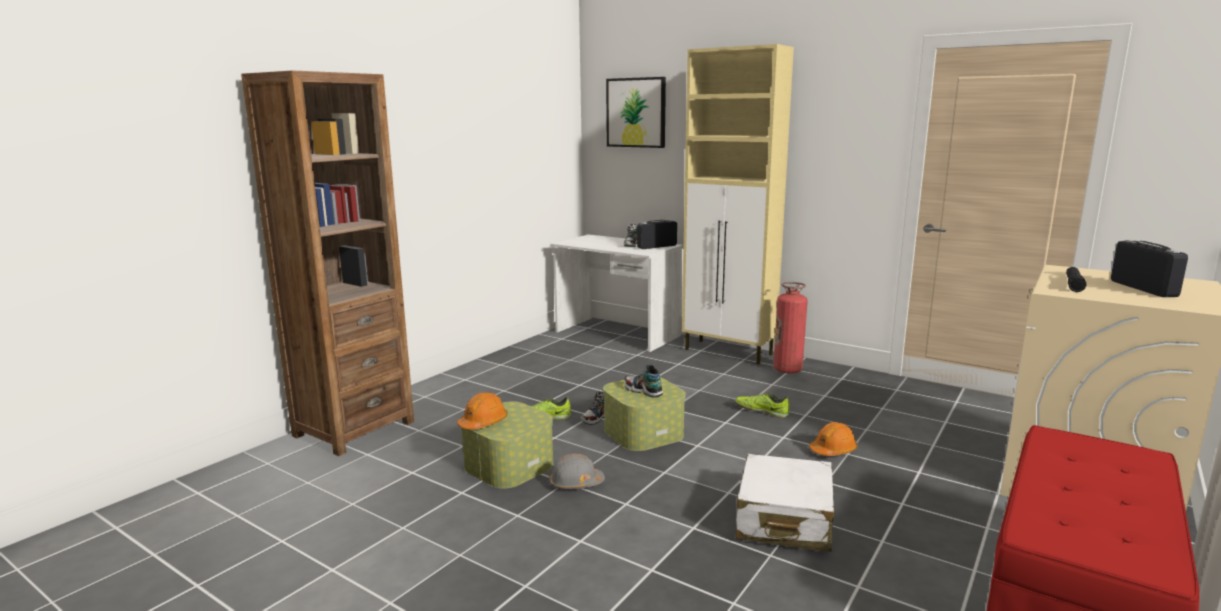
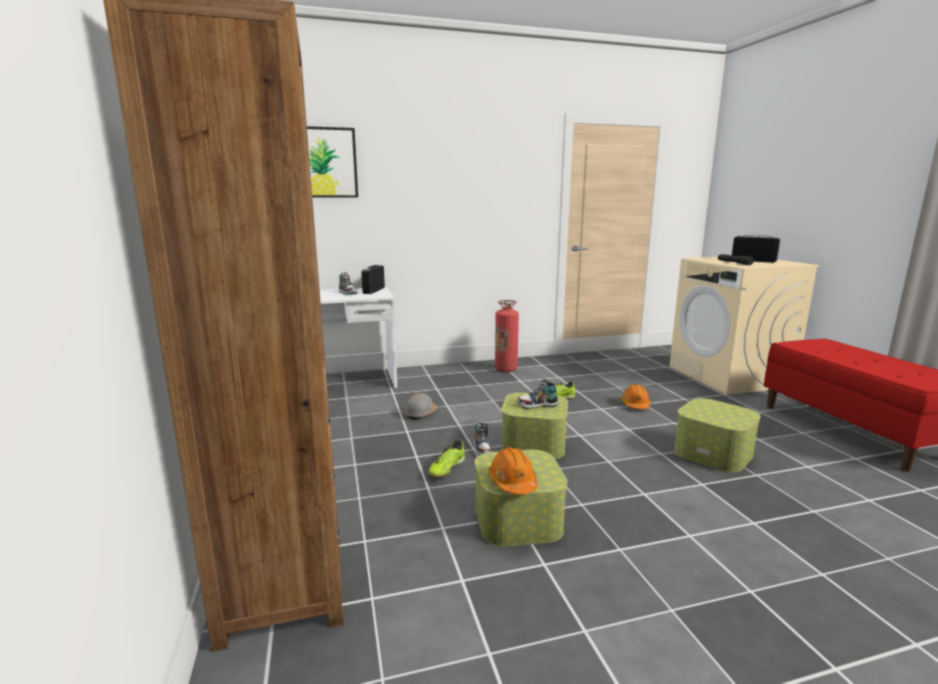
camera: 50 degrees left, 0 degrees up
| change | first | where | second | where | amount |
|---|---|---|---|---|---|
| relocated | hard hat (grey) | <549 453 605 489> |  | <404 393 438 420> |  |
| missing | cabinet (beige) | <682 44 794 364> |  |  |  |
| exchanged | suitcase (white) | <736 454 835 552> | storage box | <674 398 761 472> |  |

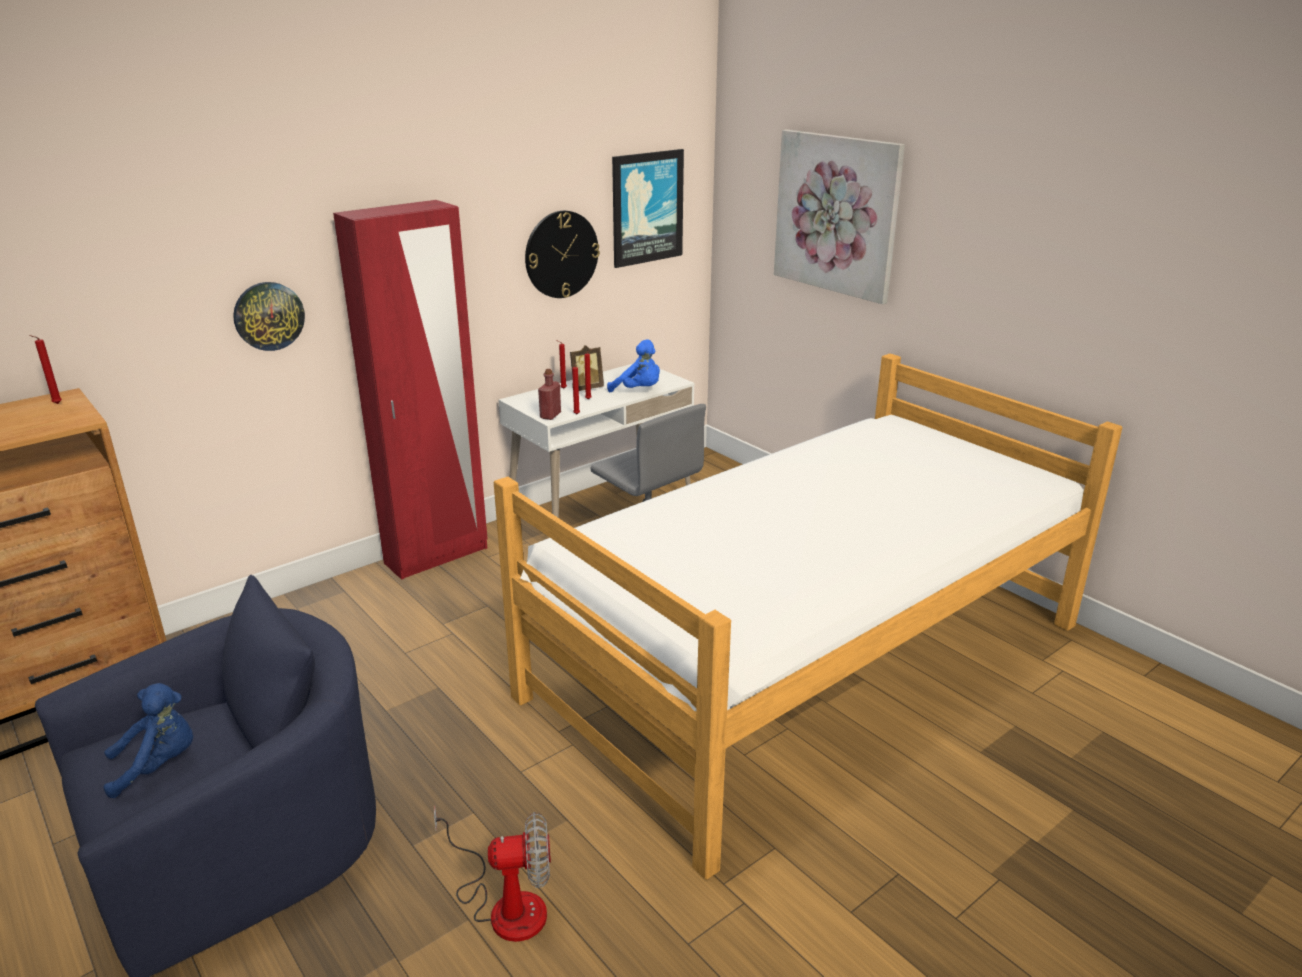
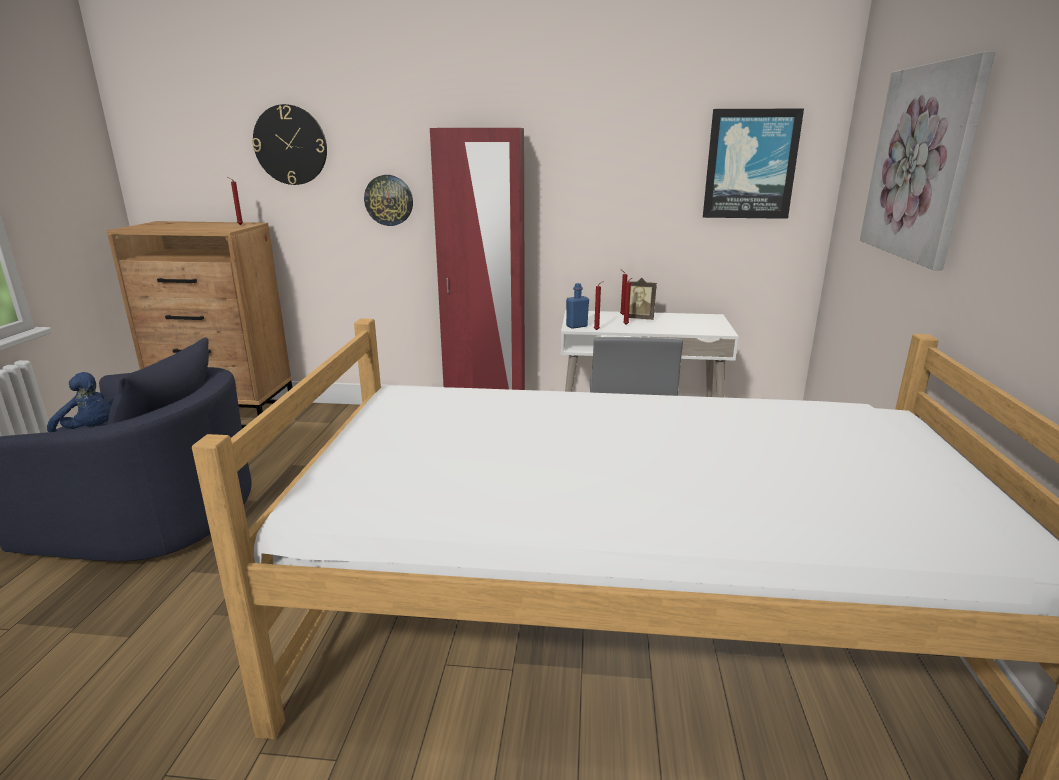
camera: 45 degrees right, 5 degrees down
| change | first | where | second | where | amount |
|---|---|---|---|---|---|
| missing | fan | <434 807 551 942> |  |  |  |
| relocated | wall clock | <525 211 600 298> |  | <252 104 327 185> |  |
| colour | bottle (red) | <538 369 561 420> | bottle (blue) | <566 283 589 329> |  |
| missing | plush toy (blue) | <607 339 660 392> |  |  |  |

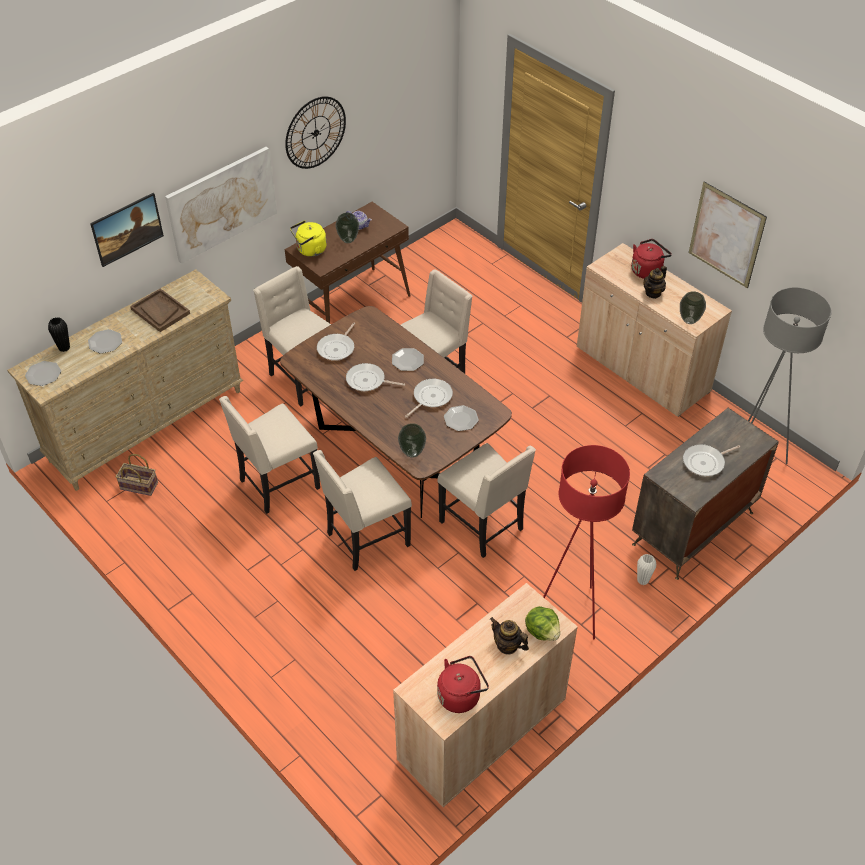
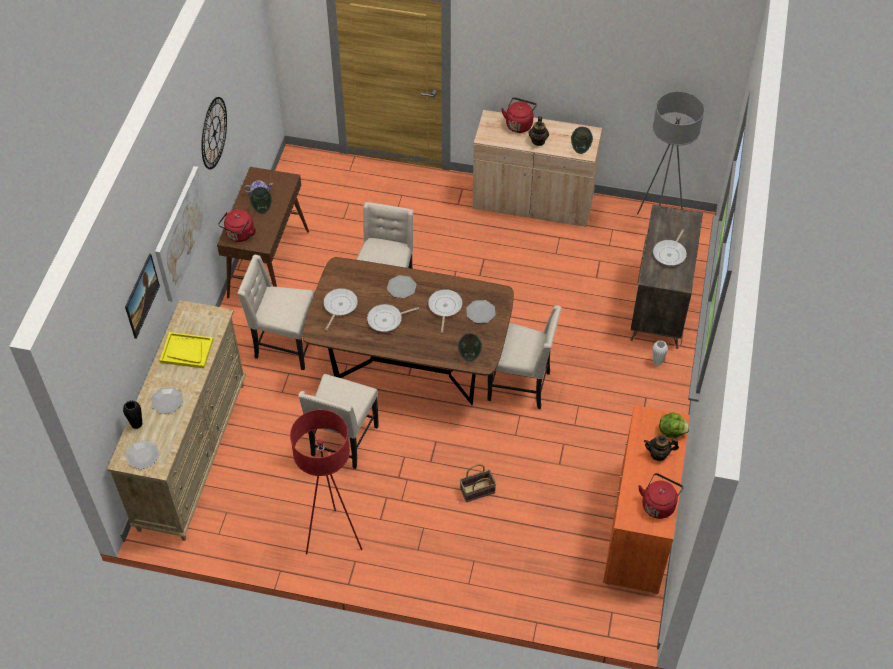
camera: 35 degrees left, 5 degrees up
| change | first | where | second | where | amount |
|---|---|---|---|---|---|
| relocated | basket | <116 454 158 496> |  | <460 464 496 502> |  |
| colour | tray (brown) | <130 288 190 332> | tray (yellow) | <160 332 213 368> |  |
| colour | kettle (yellow) | <290 220 327 257> | kettle (red) | <218 209 256 242> |  |
| missing | chair (beige) | <313 450 412 571> |  |  |  |
| spun | frying pan | <317 322 355 361> |  | <323 288 358 330> | 150 degrees counterclockwise |
| colour | cabinet (beige) | <393 583 578 807> | cabinet (orange) | <603 405 690 594> |  |
| relocated | floor lamp (red) | <543 445 630 639> |  | <290 410 363 554> |  |
| missing | picture | <689 182 767 288> |  |  |  |

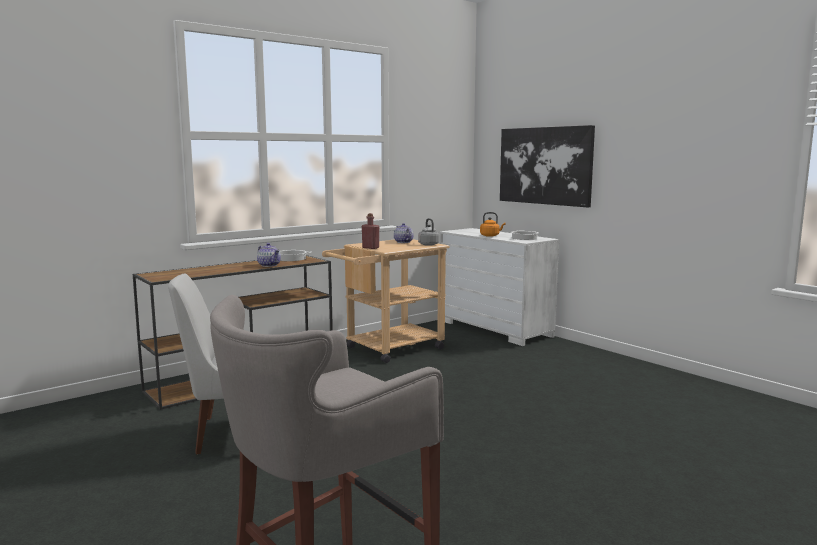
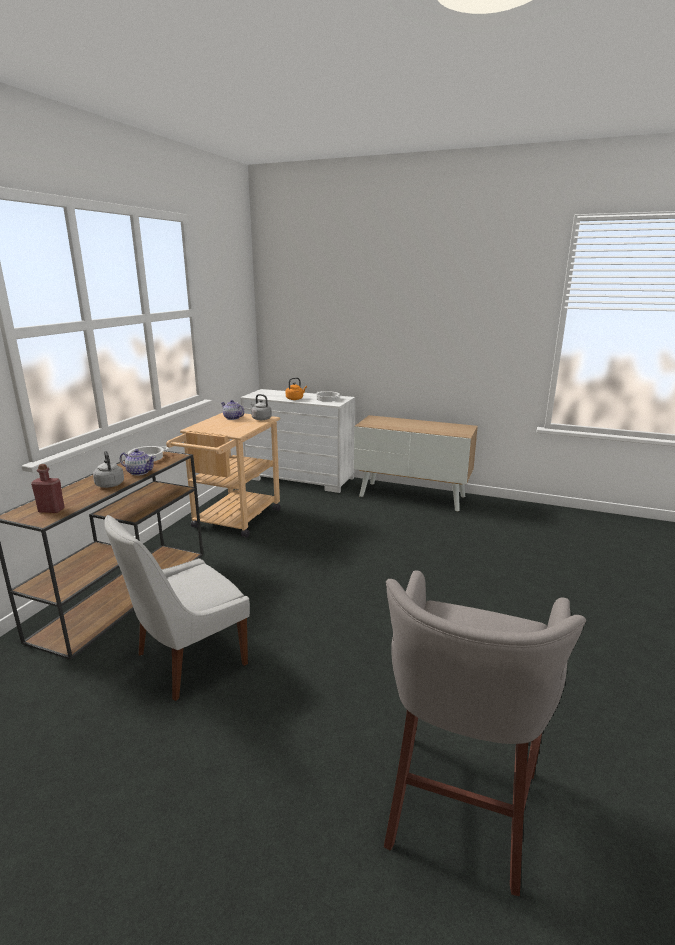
camera: 30 degrees left, 10 degrees up
| change | first | where | second | where | amount |
|---|---|---|---|---|---|
| relocated | bottle (red) | <362 213 379 249> |  | <31 464 65 513> |  |
| missing | picture | <500 125 595 207> |  |  |  |
| appeared |  |  | kettle (grey) | <93 451 124 488> |  |
| appeared |  |  | cabinet | <354 415 478 511> |  |

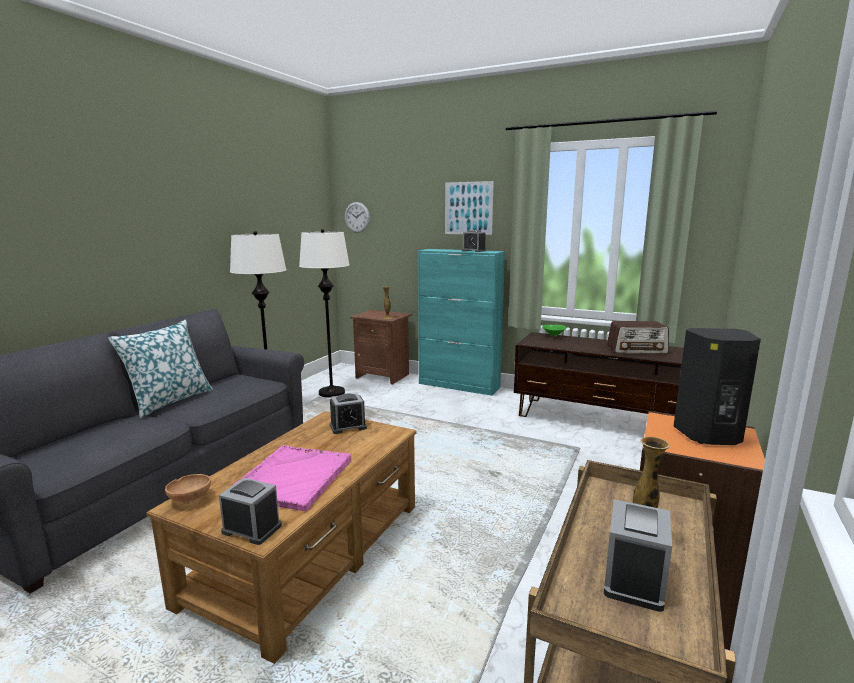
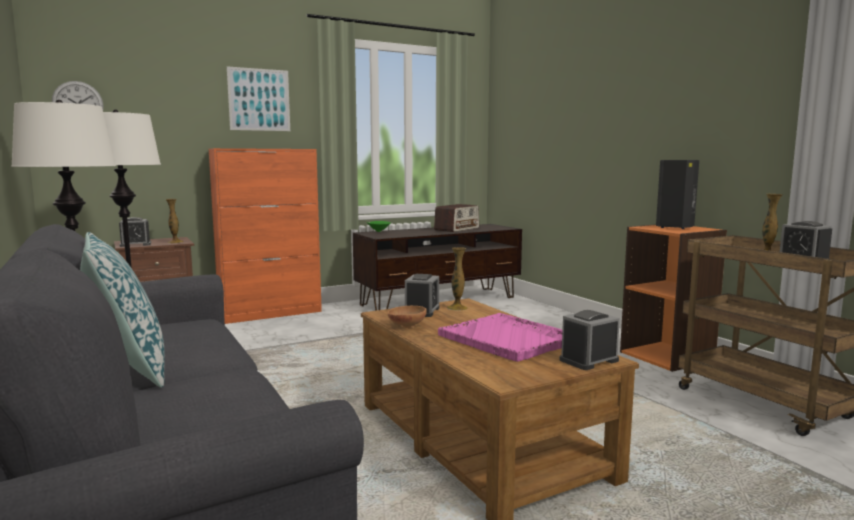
camera: 55 degrees left, 5 degrees down
| change | first | where | second | where | amount |
|---|---|---|---|---|---|
| relocated | bowl (brown) | <165 474 211 504> |  | <387 306 427 328> |  |
| colour | cabinet (turquoise) | <418 249 505 396> | cabinet (orange) | <208 148 322 324> |  |
| relocated | alarm clock | <462 230 486 252> |  | <119 217 151 247> |  |
| appeared |  |  | vase | <447 247 468 311> |  |

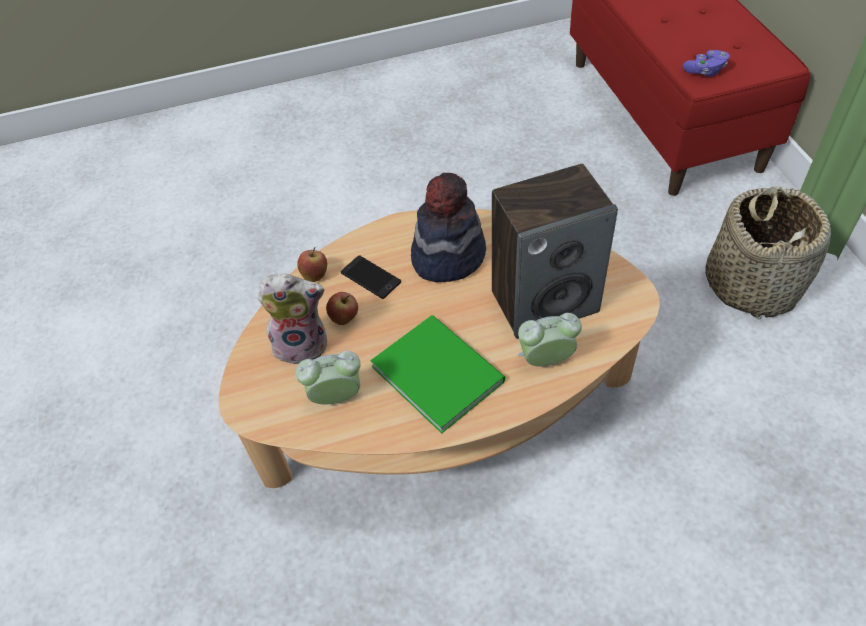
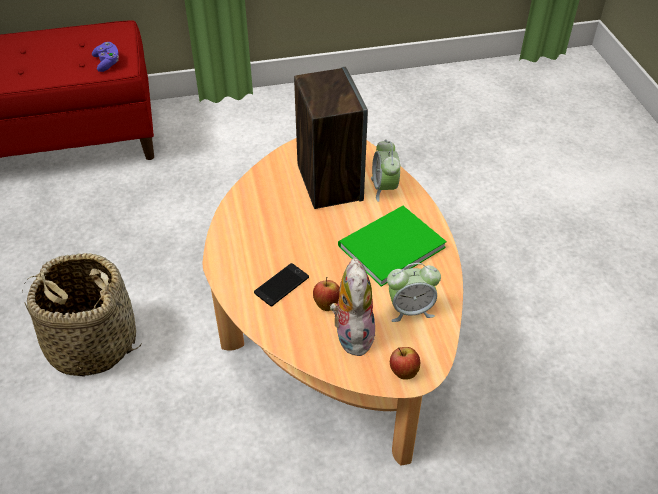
camera: 90 degrees left, 5 degrees down
| change | first | where | second | where | amount |
|---|---|---|---|---|---|
| spun | alarm clock | <295 351 361 405> |  | <387 263 441 322> | 90 degrees counterclockwise |
| relocated | apple | <297 247 327 282> |  | <390 347 420 380> |  |
| missing | hat | <411 173 486 282> |  |  |  |
| relocated | basket | <705 186 831 319> |  | <24 253 141 377> |  |

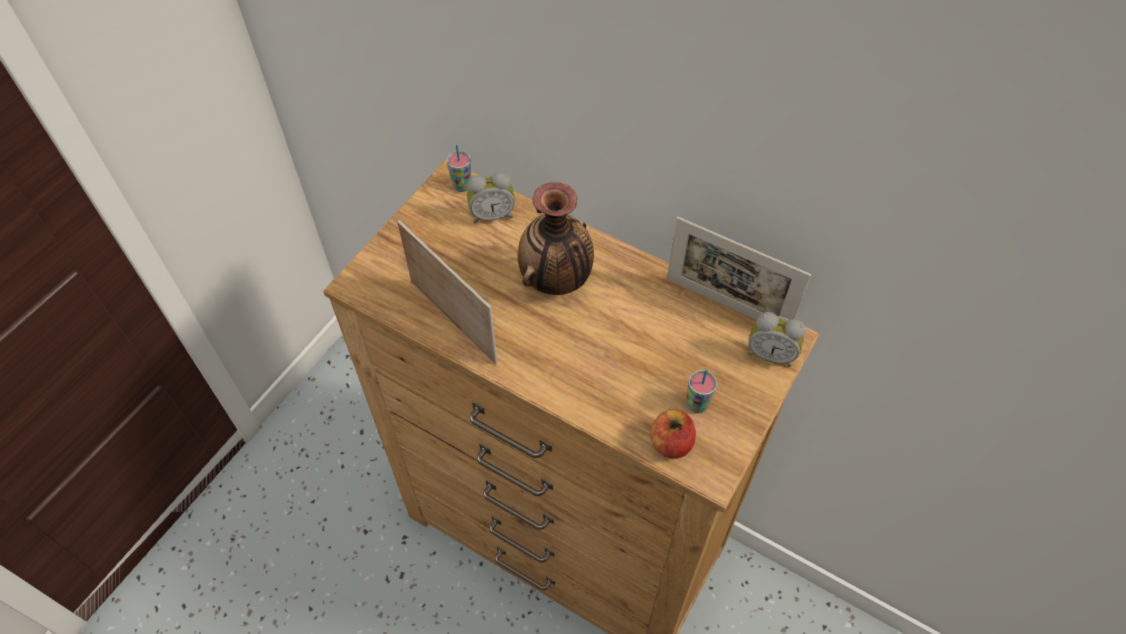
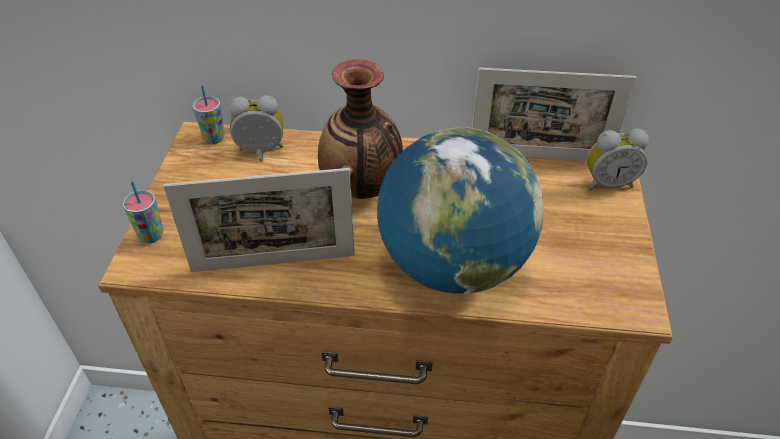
camera: 25 degrees left, 10 degrees down
| change | first | where | second | where | amount |
|---|---|---|---|---|---|
| spun | picture frame | <397 220 497 364> |  | <163 168 355 272> | 150 degrees clockwise |
| spun | alarm clock | <467 172 515 223> |  | <229 95 283 162> | 150 degrees counterclockwise |
| missing | apple | <651 409 696 459> |  |  |  |
| relocated | cup | <686 369 717 413> |  | <123 181 163 243> |  |
| appeared |  |  | globe | <377 127 544 295> |  |

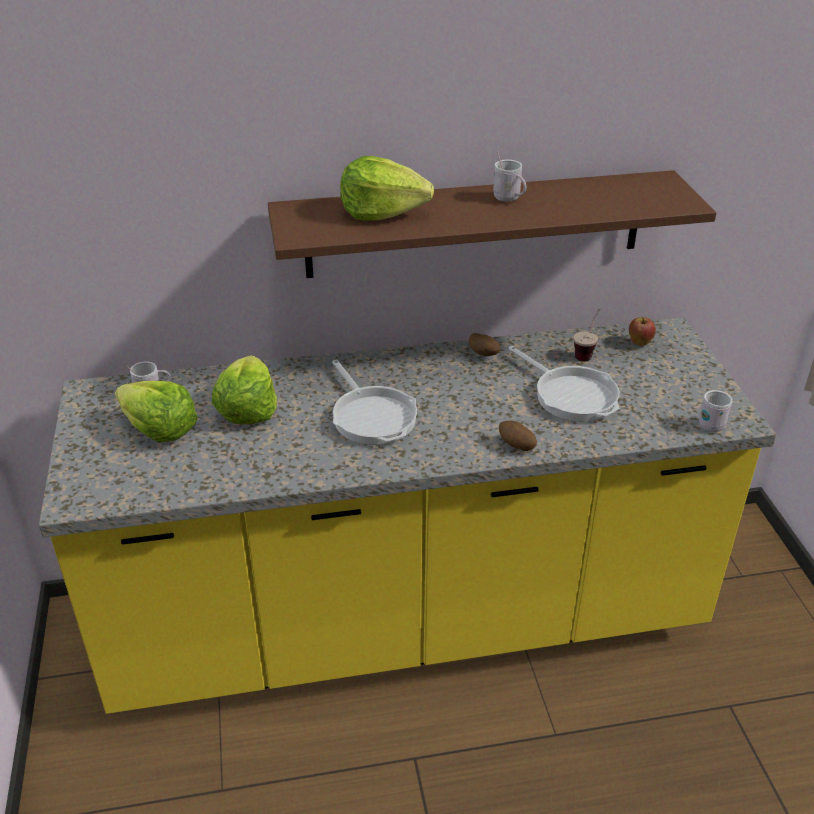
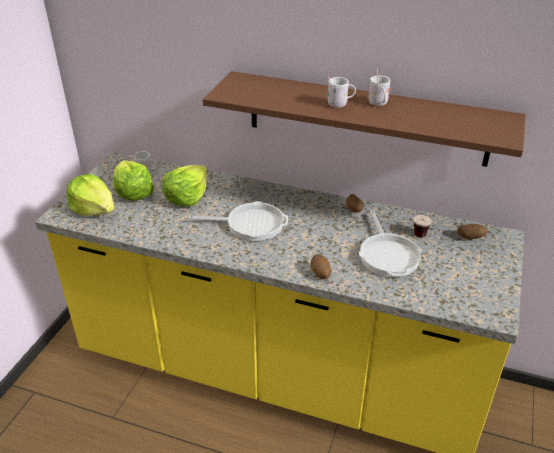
camera: 30 degrees right, 0 degrees up
| change | first | where | second | where | amount |
|---|---|---|---|---|---|
| spun | frying pan | <332 360 417 445> |  | <188 201 288 241> | 90 degrees counterclockwise |
| relocated | lettuce | <340 156 434 221> |  | <66 174 114 216> |  |
| exchanged | apple | <629 317 656 346> | potato | <457 224 488 239> |  |
| relocated | mug (white) | <699 390 733 432> |  | <327 76 356 108> |  |

